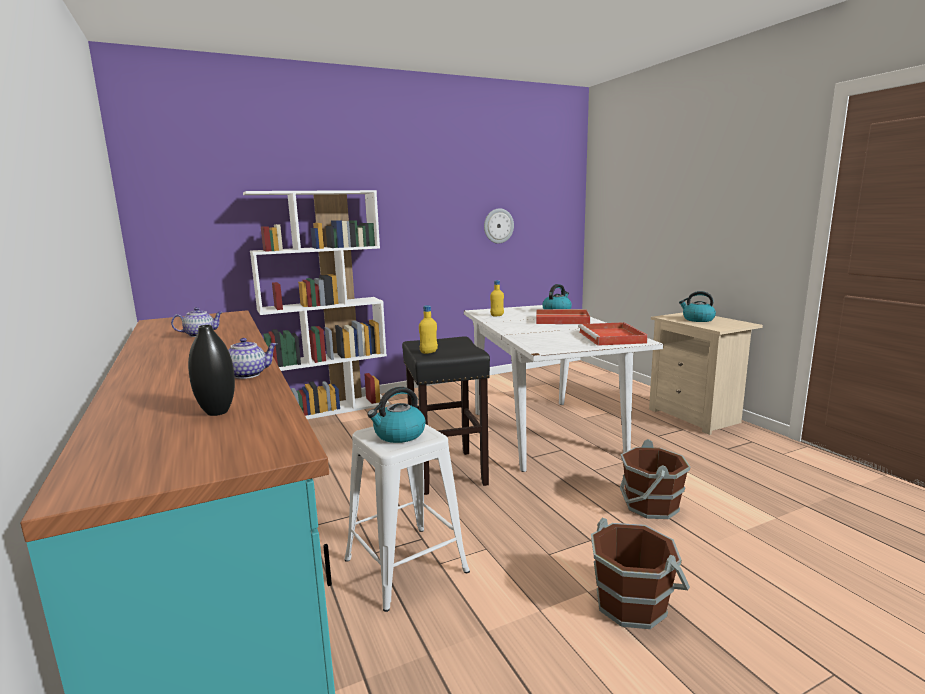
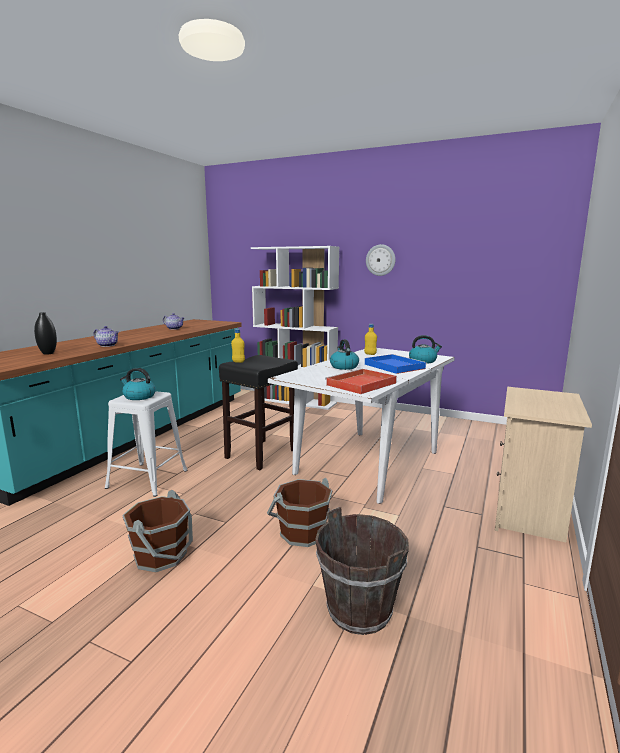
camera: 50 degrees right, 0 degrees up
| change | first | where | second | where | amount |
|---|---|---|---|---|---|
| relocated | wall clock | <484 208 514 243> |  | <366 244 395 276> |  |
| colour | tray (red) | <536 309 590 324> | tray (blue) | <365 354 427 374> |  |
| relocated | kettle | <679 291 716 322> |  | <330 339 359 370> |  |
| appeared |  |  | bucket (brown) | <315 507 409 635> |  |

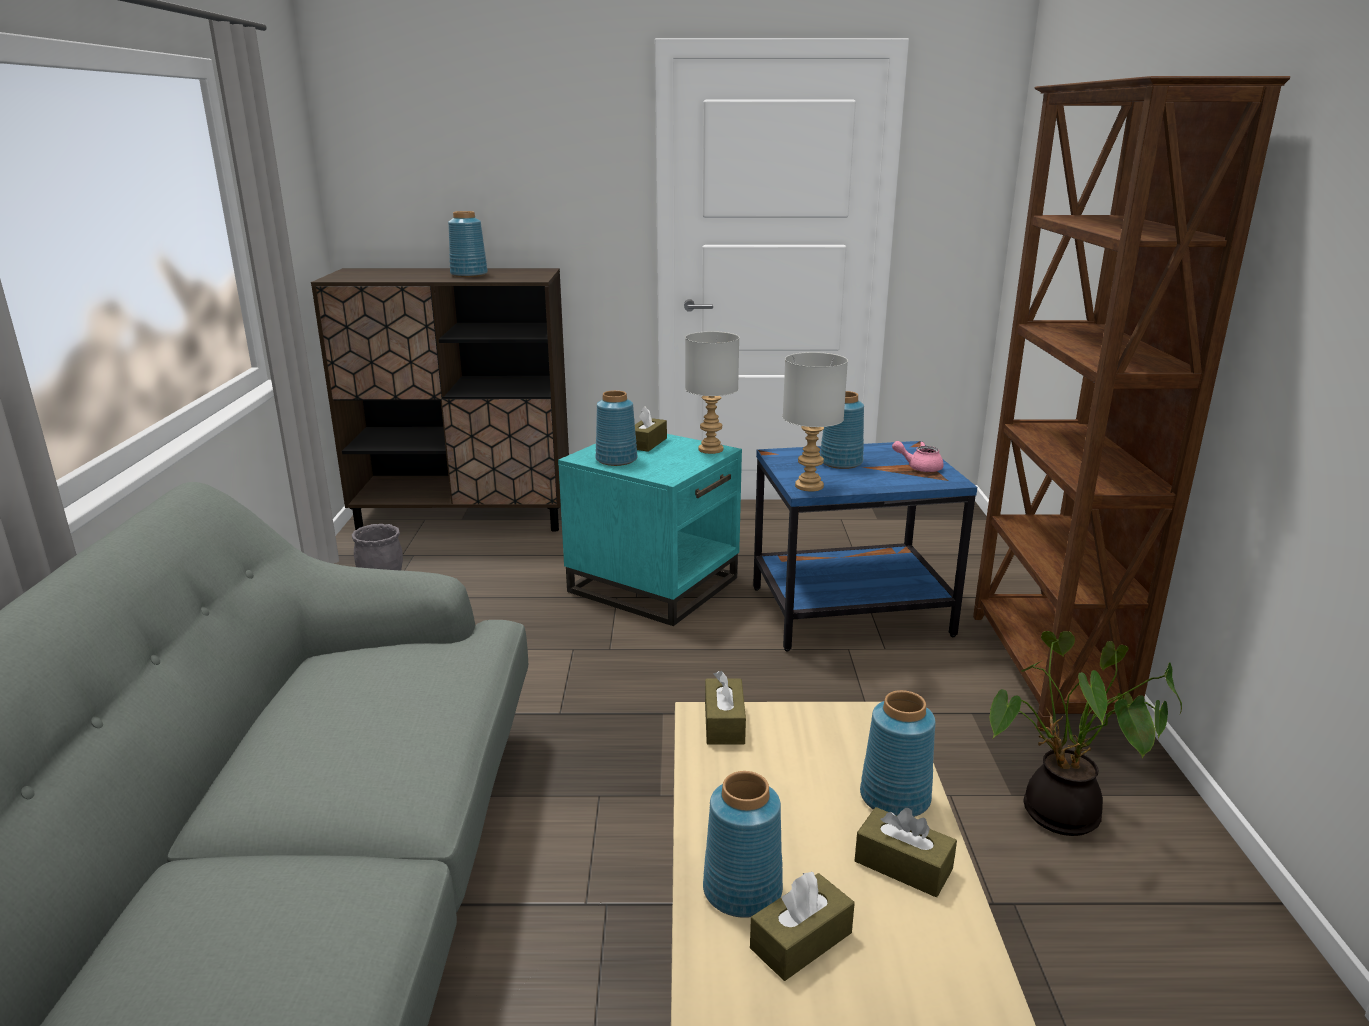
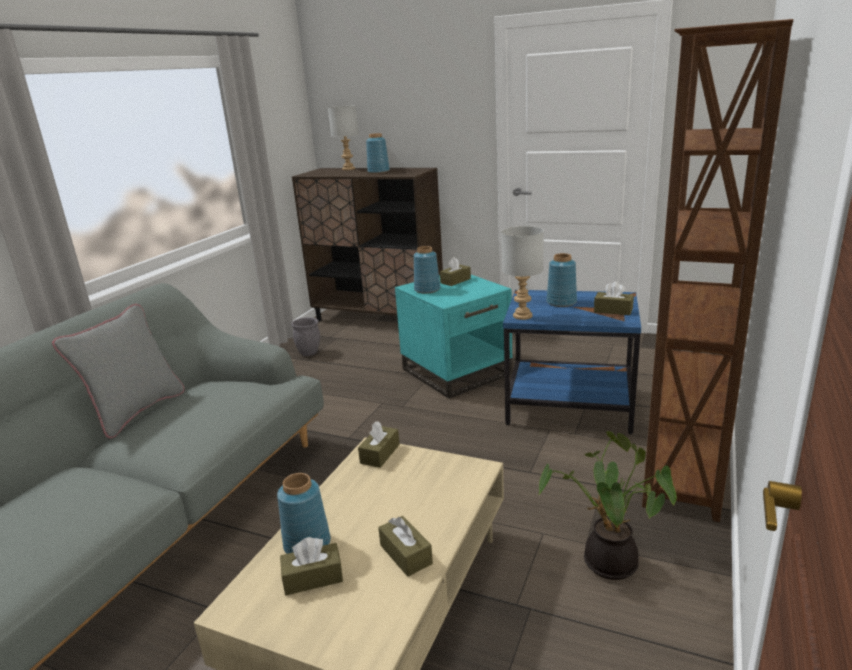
camera: 25 degrees right, 0 degrees up
| change | first | where | second | where | amount |
|---|---|---|---|---|---|
| relocated | table lamp (grey) | <685 331 739 454> |  | <328 105 359 170> |  |
| missing | vase (blue) | <860 690 936 817> |  |  |  |
| exchanged | teapot (pink) | <892 441 944 472> | tissue box (brown) | <594 282 634 315> |  |
| appeared |  |  | pillow (grey) | <52 304 185 438> |  |

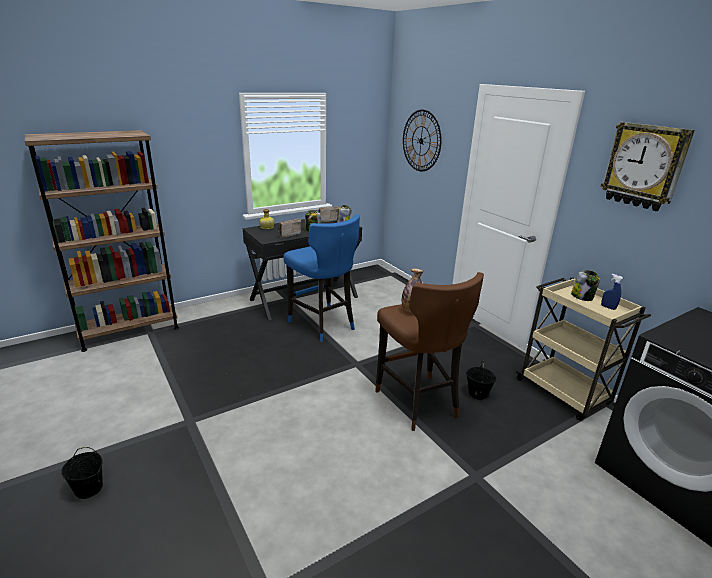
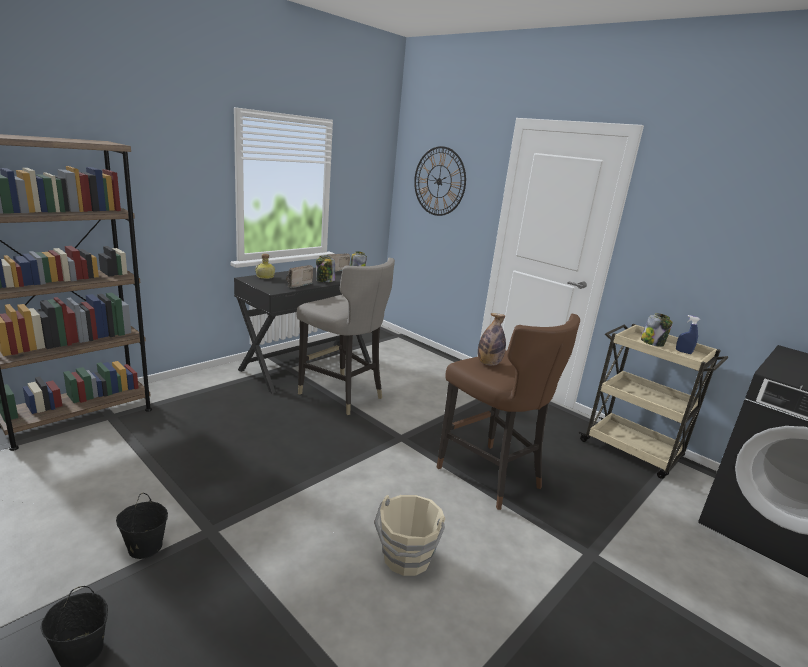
camera: 15 degrees left, 5 degrees down
| change | first | where | second | where | amount |
|---|---|---|---|---|---|
| colour | stool (blue) | <283 214 360 342> | stool (grey) | <297 258 395 415> |  |
| relocated | bucket (black) | <466 361 497 400> |  | <116 493 168 559> |  |
| missing | wall clock | <601 122 695 211> |  |  |  |
| appeared |  |  | bucket (beige) | <374 495 445 576> |  |

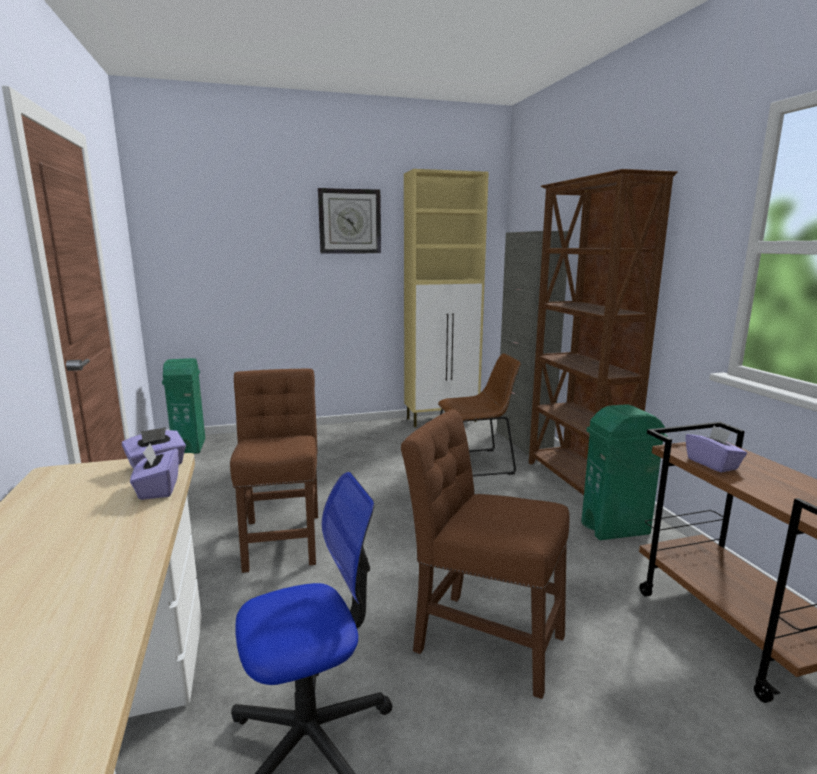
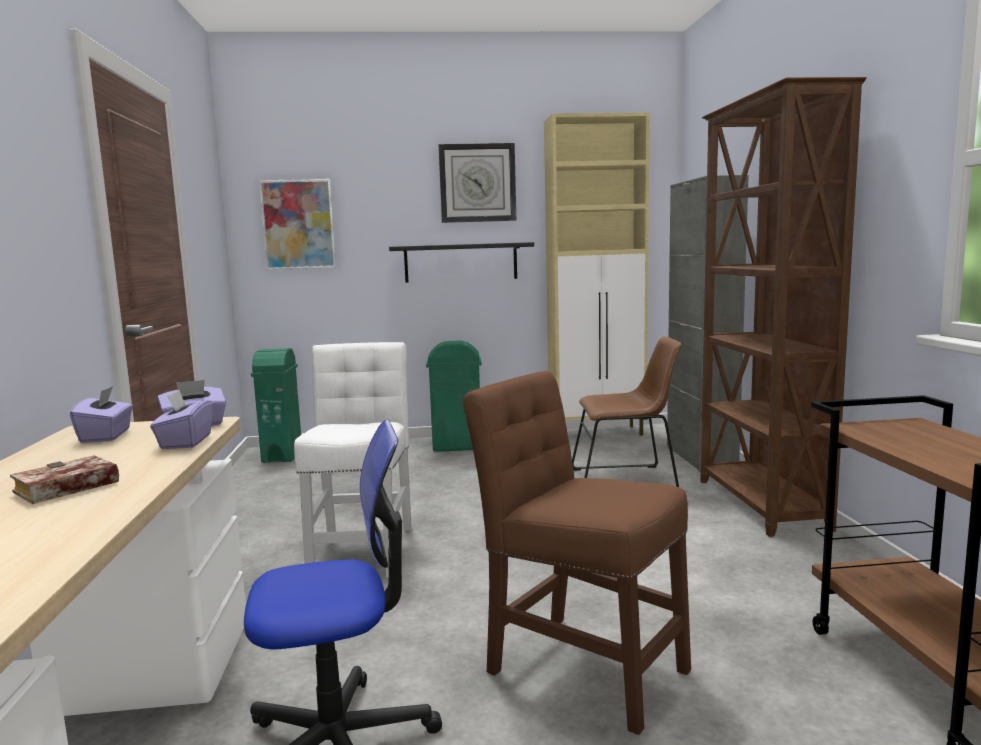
camera: 10 degrees right, 5 degrees down
| change | first | where | second | where | amount |
|---|---|---|---|---|---|
| colour | chair (brown) | <230 369 318 573> | chair (white) | <294 342 412 577> |  |
| relocated | trash can (green) | <581 404 668 540> |  | <426 340 482 452> |  |
| relocated | tissue box (purple) | <685 426 747 473> |  | <70 386 133 443> |  |
| appeared |  |  | book | <10 456 119 504> |  |
| appeared |  |  | picture | <259 179 336 270> |  |
| appeared |  |  | shelf (black) | <389 242 534 283> |  |

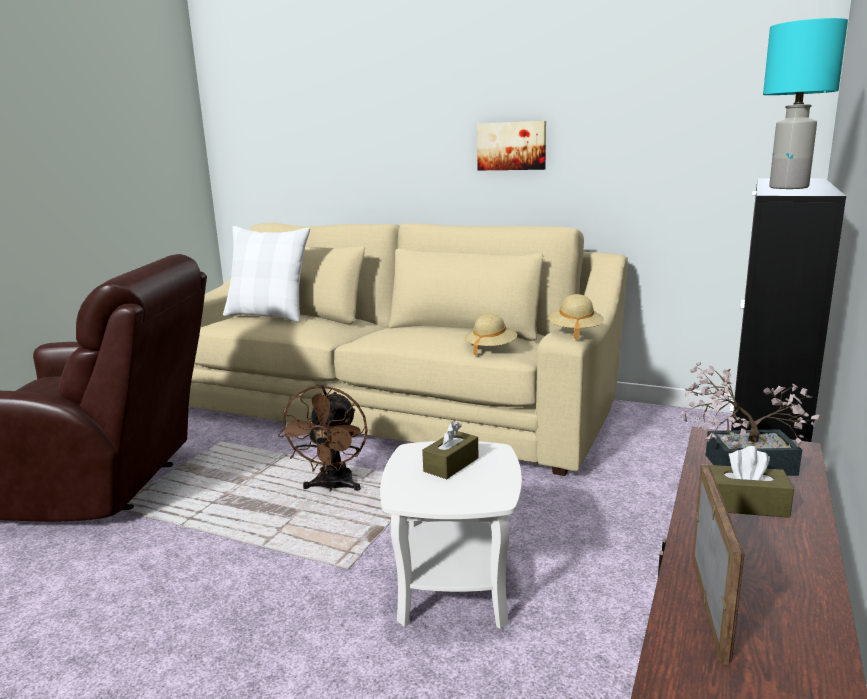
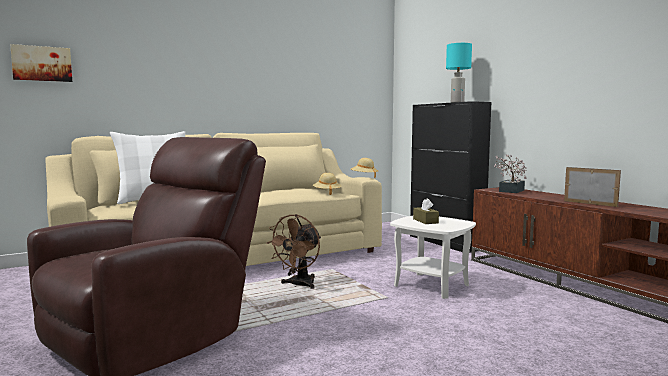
camera: 55 degrees left, 10 degrees down
| change | first | where | second | where | amount |
|---|---|---|---|---|---|
| spun | fan (brown) | <278 385 368 492> |  | <267 214 321 289> | 75 degrees clockwise |
| relocated | picture | <477 121 546 170> |  | <10 44 72 82> |  |
| missing | tissue box (brown) | <708 446 794 518> |  |  |  |

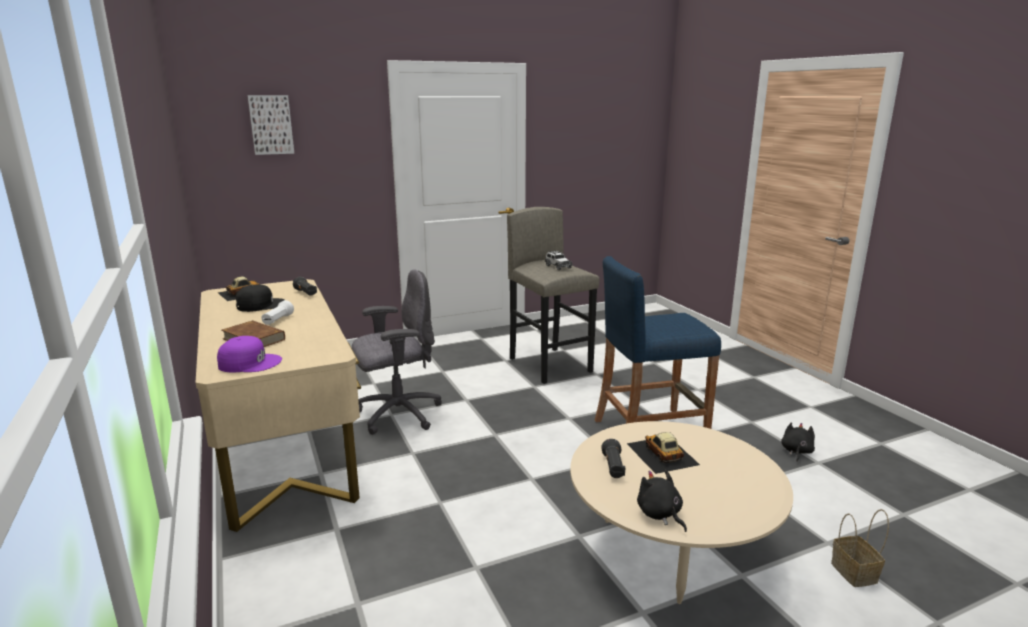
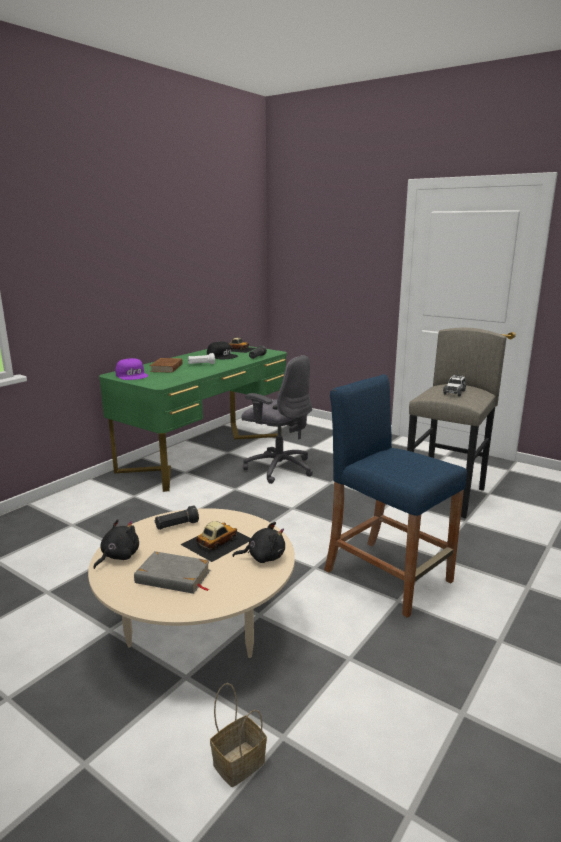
camera: 60 degrees right, 0 degrees up
| change | first | where | second | where | amount |
|---|---|---|---|---|---|
| colour | desk (beige) | <195 279 361 532> | desk (green) | <99 346 287 492> |  |
| missing | picture | <247 95 294 155> |  |  |  |
| relocated | plush toy (black) | <781 422 815 462> |  | <232 522 285 563> |  |
| appeared |  |  | book (grey) | <134 551 210 594> |  |

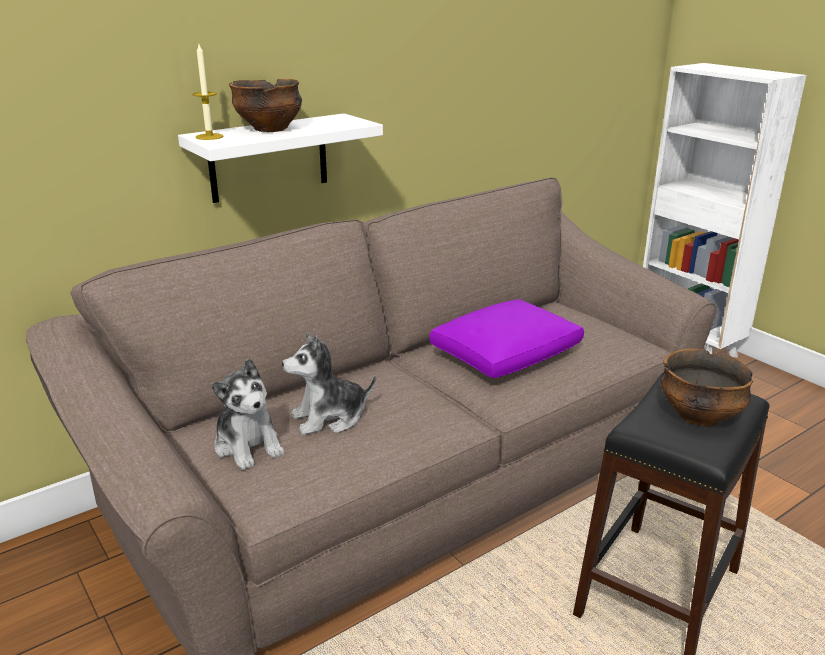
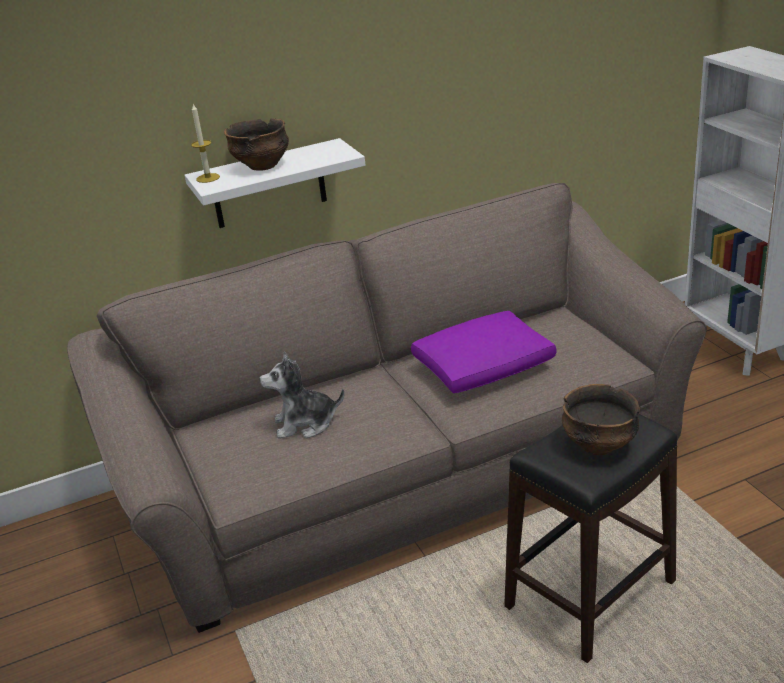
camera: 15 degrees right, 5 degrees up
| change | first | where | second | where | amount |
|---|---|---|---|---|---|
| missing | plush toy | <212 358 285 470> |  |  |  |

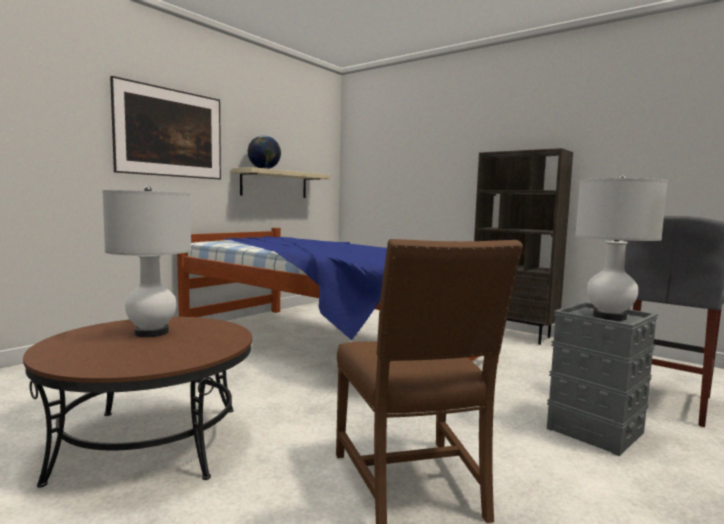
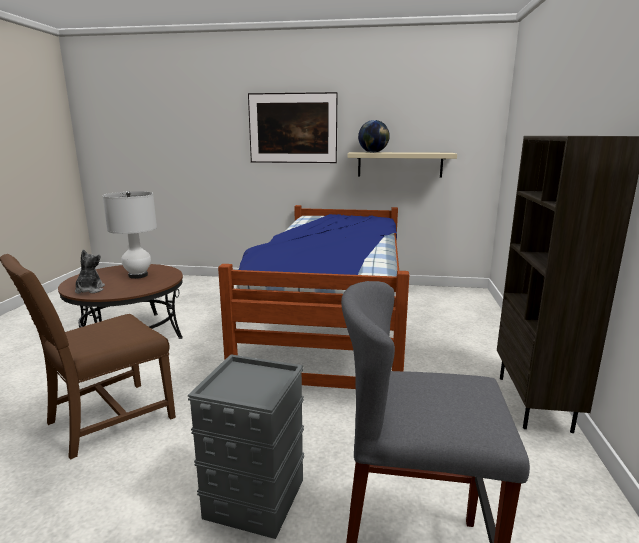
camera: 60 degrees right, 10 degrees up
| change | first | where | second | where | amount |
|---|---|---|---|---|---|
| missing | table lamp (white) | <575 175 668 321> |  |  |  |
| appeared |  |  | plush toy | <75 249 105 294> |  |

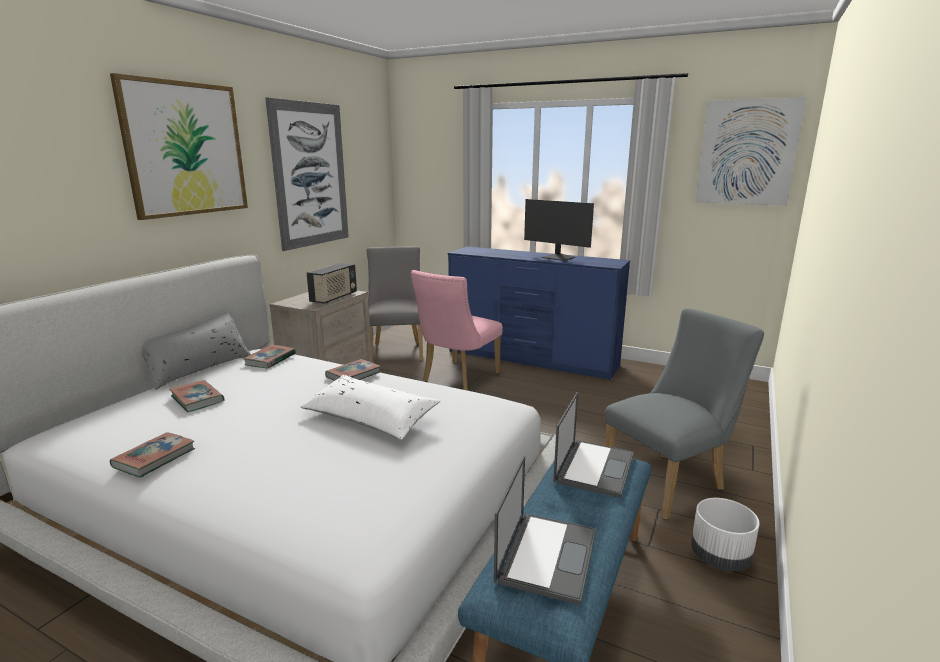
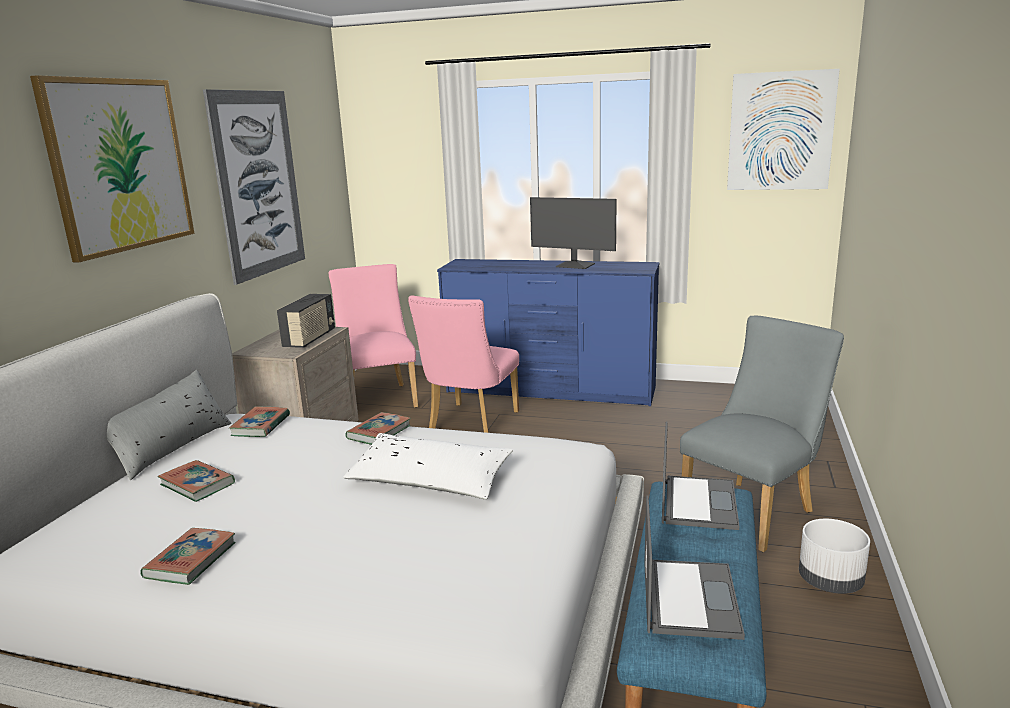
camera: 10 degrees left, 0 degrees up
| change | first | where | second | where | amount |
|---|---|---|---|---|---|
| colour | chair (grey) | <367 246 423 363> | chair (pink) | <328 264 418 408> |  |

